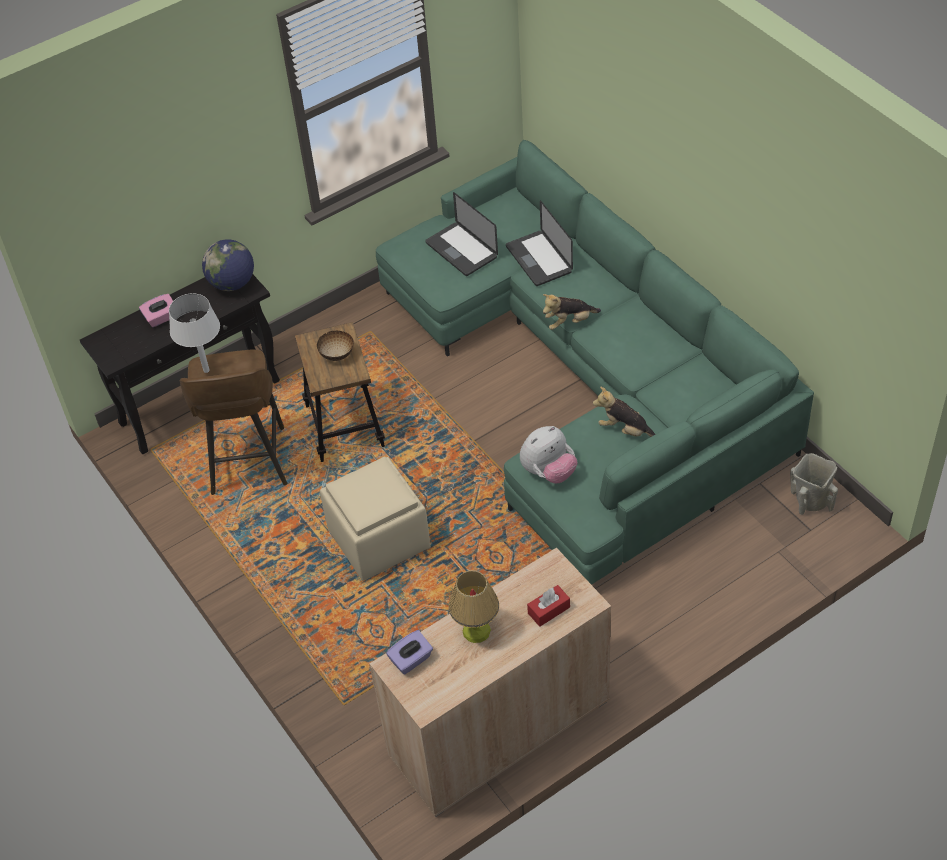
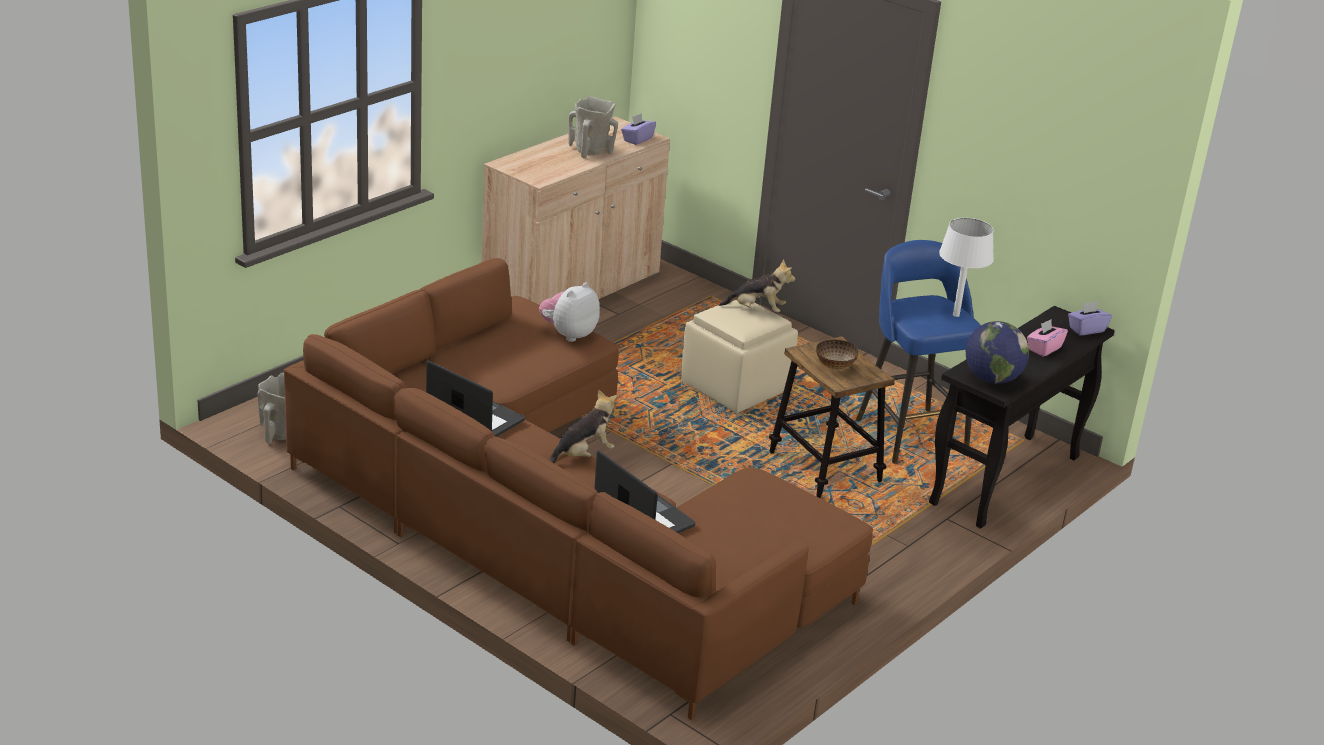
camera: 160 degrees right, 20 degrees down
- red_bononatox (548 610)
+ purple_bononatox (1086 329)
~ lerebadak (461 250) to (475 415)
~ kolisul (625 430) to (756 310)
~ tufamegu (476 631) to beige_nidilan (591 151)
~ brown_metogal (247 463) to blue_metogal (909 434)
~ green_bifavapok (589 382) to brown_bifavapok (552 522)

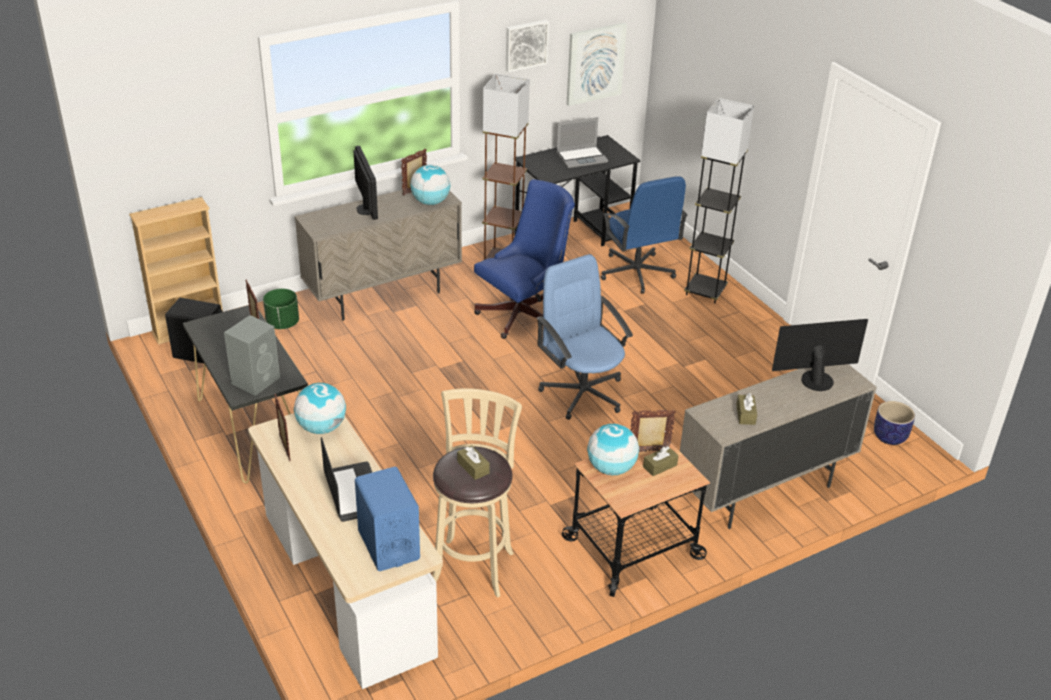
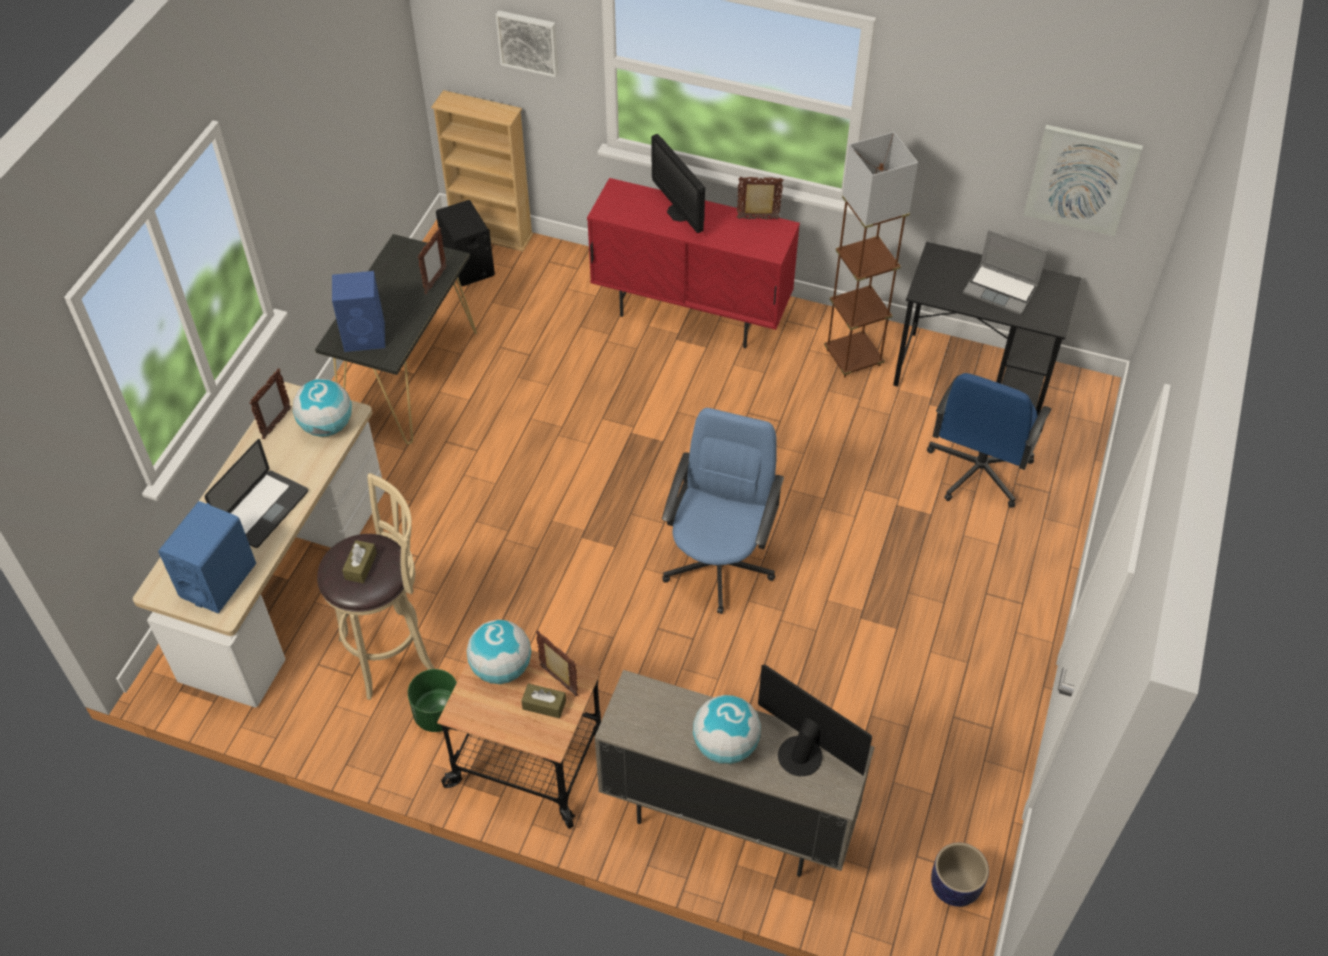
camera: 50 degrees right, 15 degrees up
- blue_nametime (523 314)
- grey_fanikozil (705 291)
- brown_bononatox (745 414)
~ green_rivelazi (282 323) to (438 714)
~ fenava (430 202) to (725 745)
~ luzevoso (525 45) to (528 42)
~ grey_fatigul (256 380) to blue_fatigul (366 336)
~ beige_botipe (383 295) to red_botipe (691 314)
~ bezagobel (365 209) = (679 212) 120 degrees clockwise

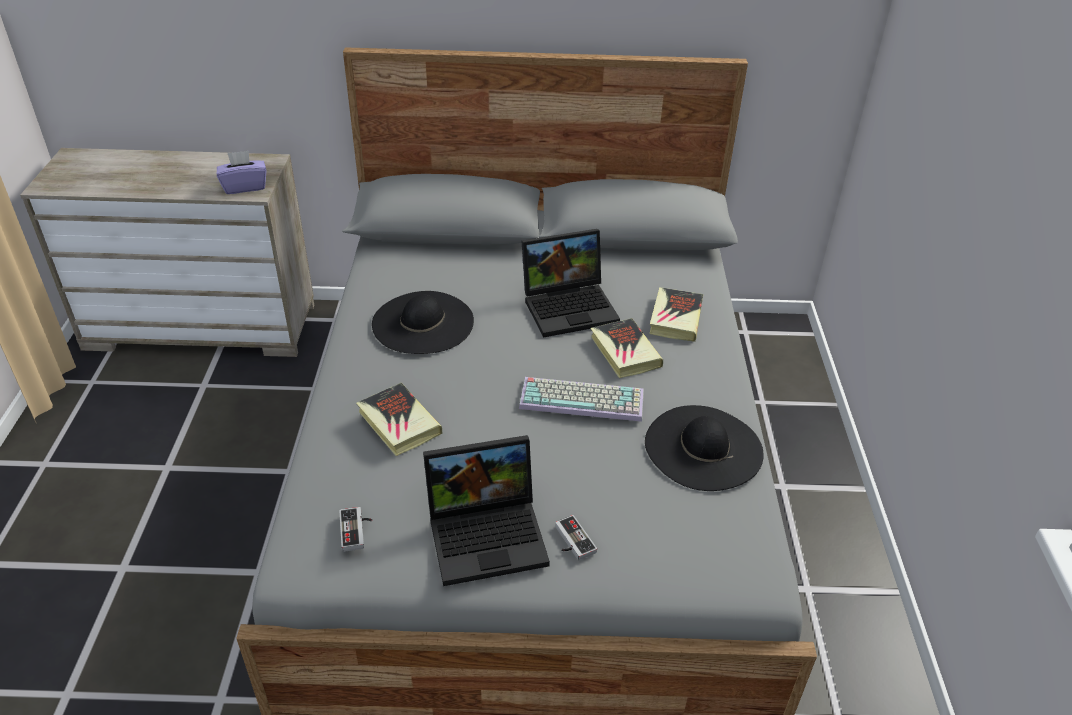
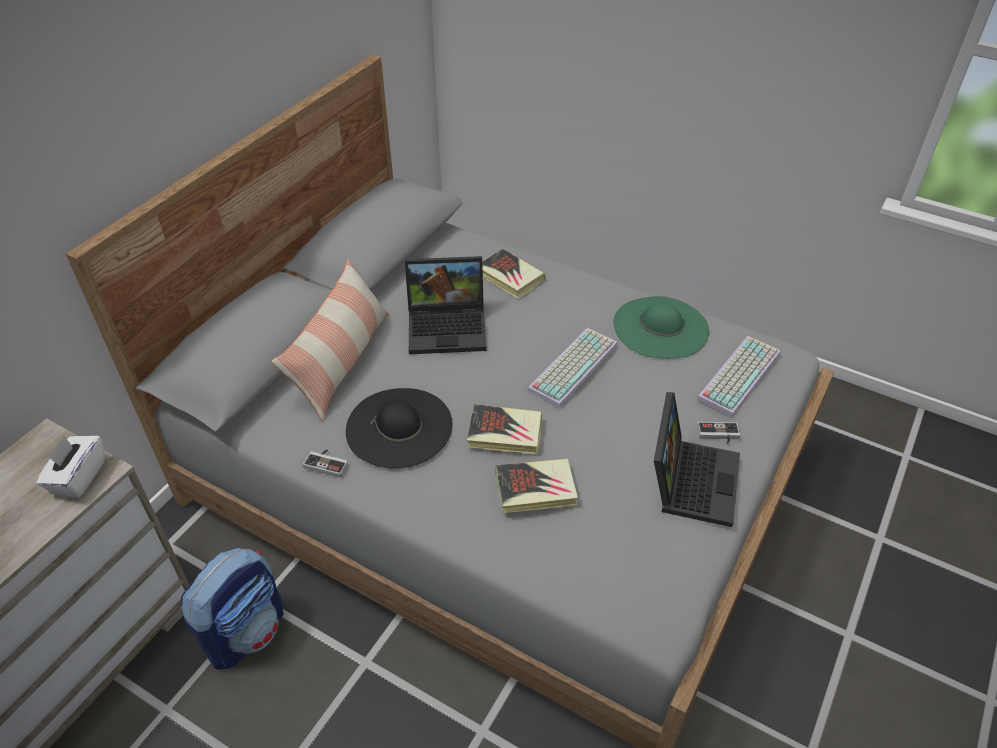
camera: 60 degrees left, 5 degrees up
+ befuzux (246 631)
+ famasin (341 361)
+ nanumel (738 374)
~ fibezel (357 530) to (328 463)
~ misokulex (625 352) to (505 433)
~ purple_bononatox (244 186) to white_bononatox (78 477)
~ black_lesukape (703 447) to green_lesukape (660 327)
~ lerebadak (570 306) = (449 326) 75 degrees clockwise

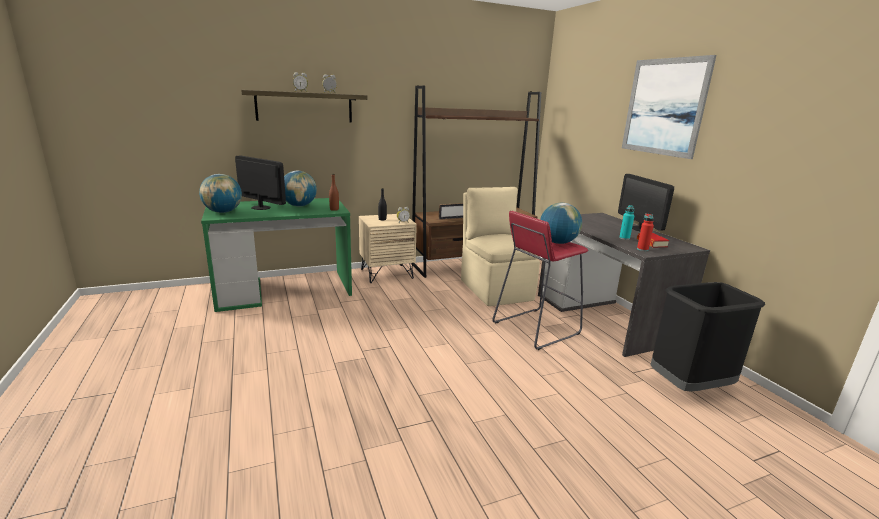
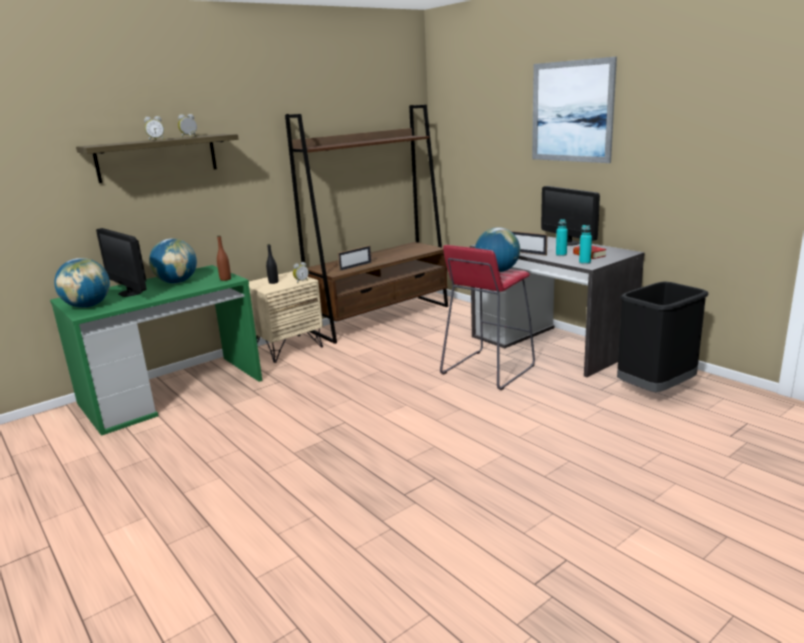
camera: 15 degrees left, 0 degrees up
- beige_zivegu (495 289)
+ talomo (526 253)
~ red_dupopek (642 249) to turquoise_dupopek (584 263)
~ bezagobel (260 207) = (130 293) 150 degrees counterclockwise

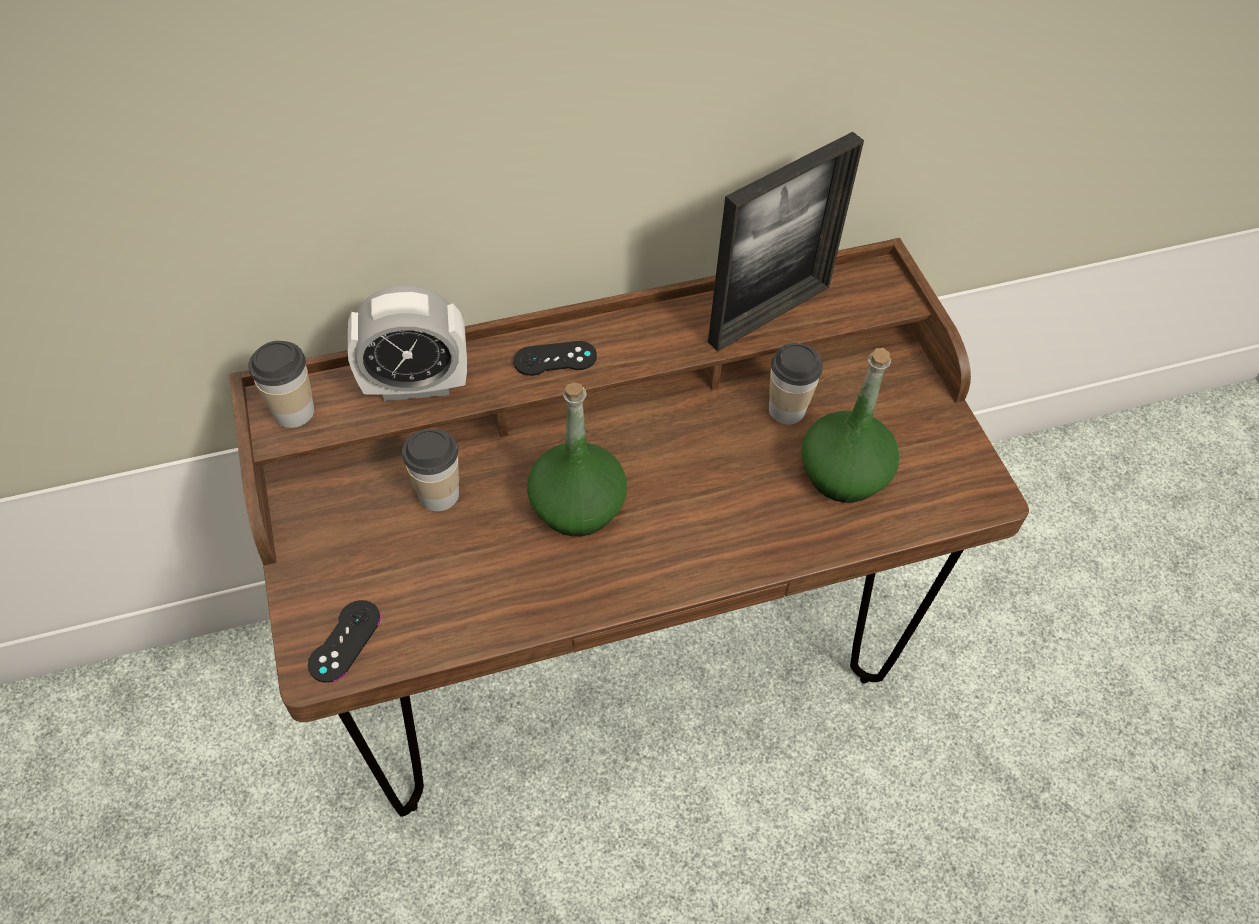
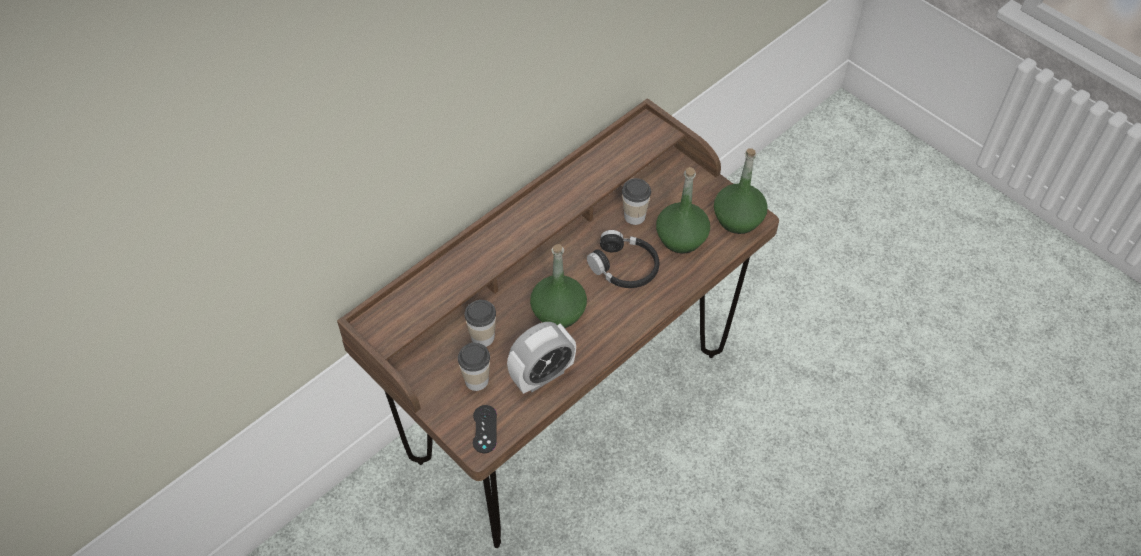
camera: 25 degrees left, 0 degrees up
- black_fibezel (555 359)
- talomo (769 314)
+ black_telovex (624 267)
+ green_dupopek (738 218)
~ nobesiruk (294 412) to (476 380)
~ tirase (416 385) to (542 375)

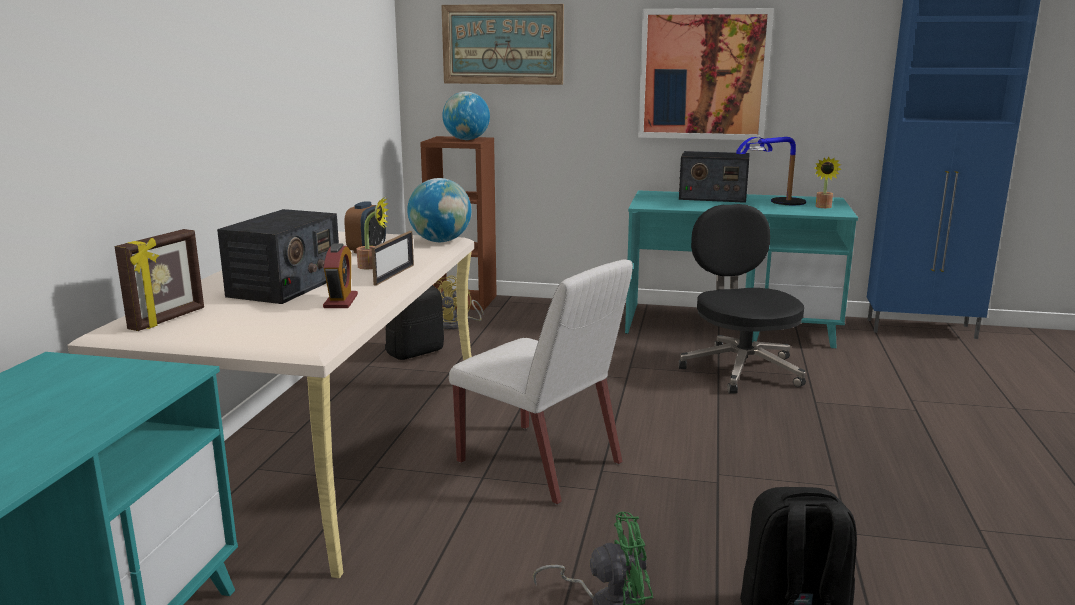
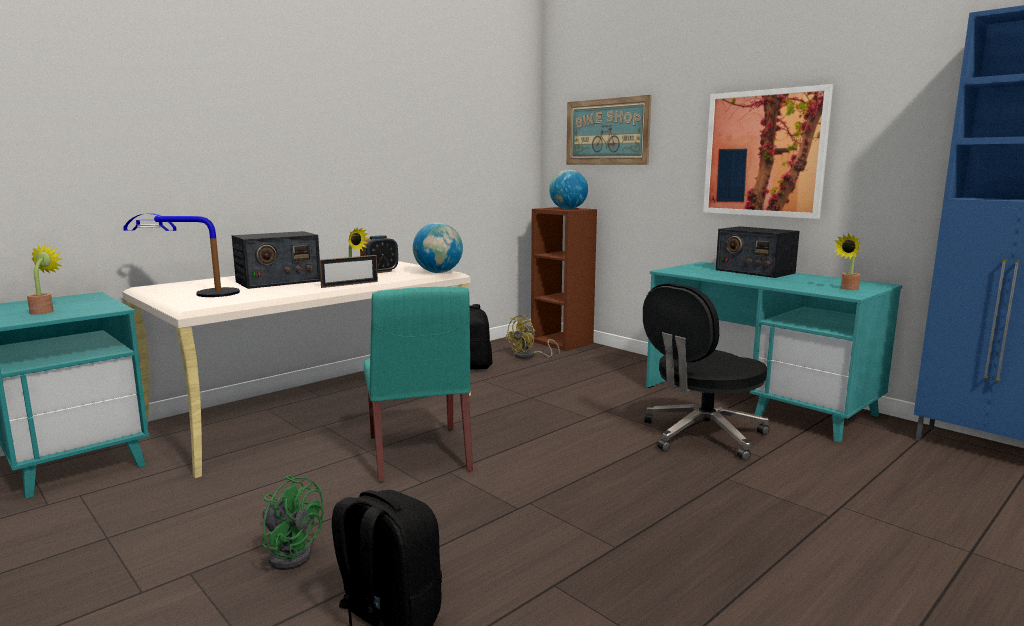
camera: 35 degrees right, 5 degrees down
- talomo (168 319)
- tirase (341 301)
+ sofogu (45 311)
~ tufamegu (774 204) to (196 293)
~ white_zivegu (541 463) to turquoise_zivegu (419 454)
~ black_nametime (740 369) = (702 435) 150 degrees counterclockwise

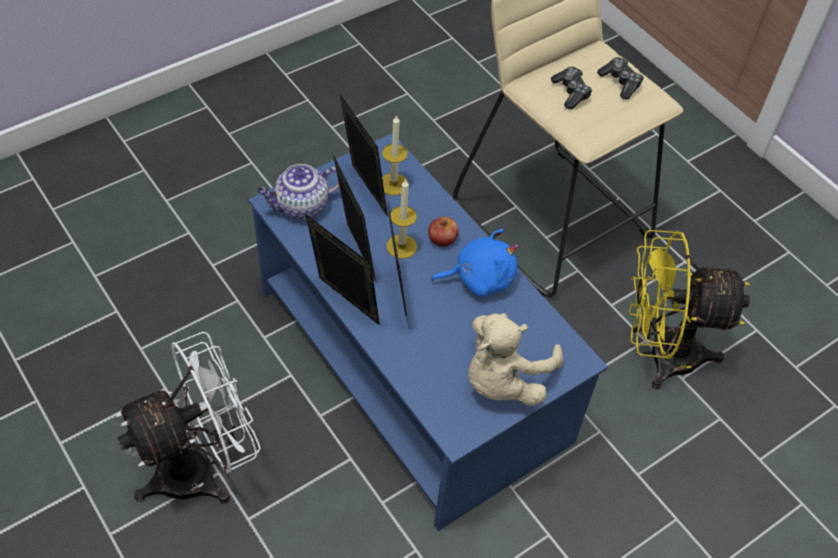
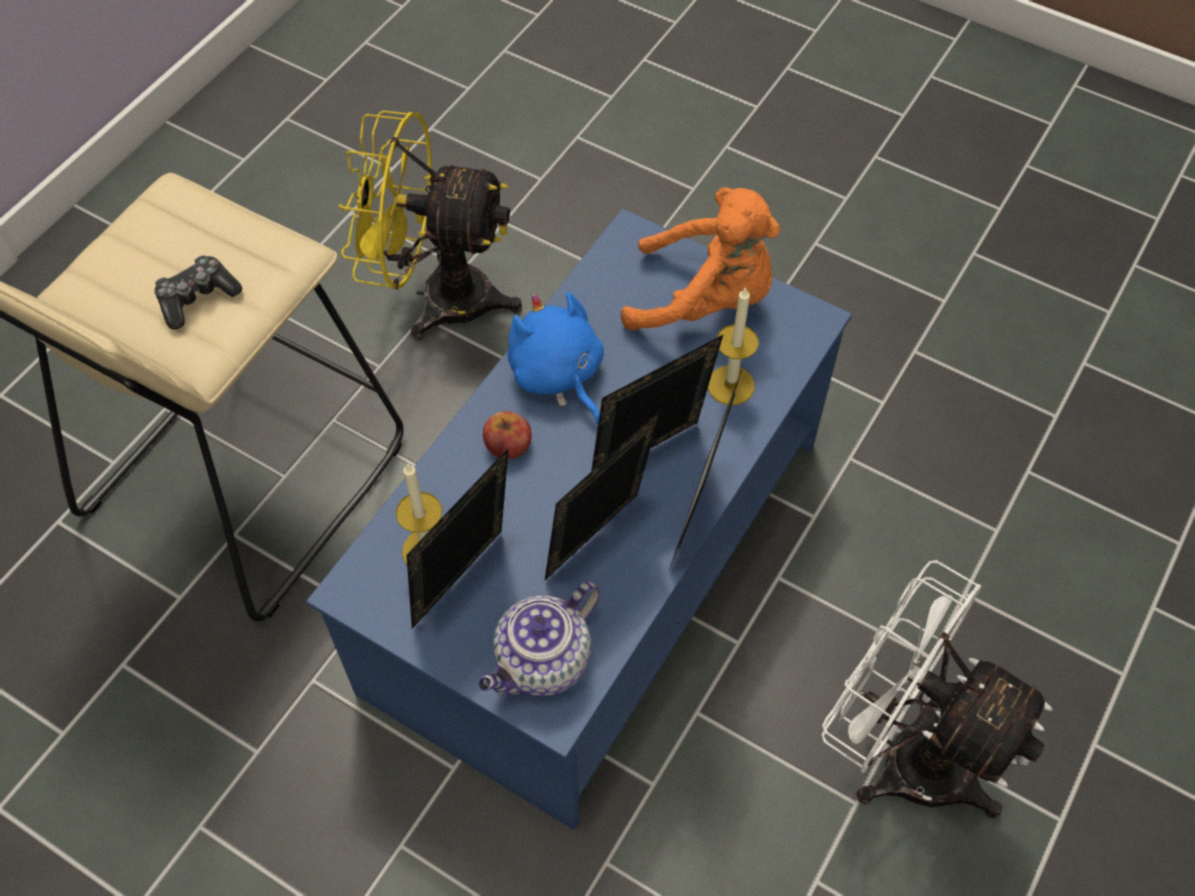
camera: 110 degrees left, 5 degrees up
- fibezel (620 83)
~ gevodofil (401 246) to (730 385)
~ beige_kolisul (503 379) to orange_kolisul (705 300)
~ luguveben (301 207) = (542 663) 90 degrees clockwise
~ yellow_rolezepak (659 354) = (438 297) 120 degrees clockwise

